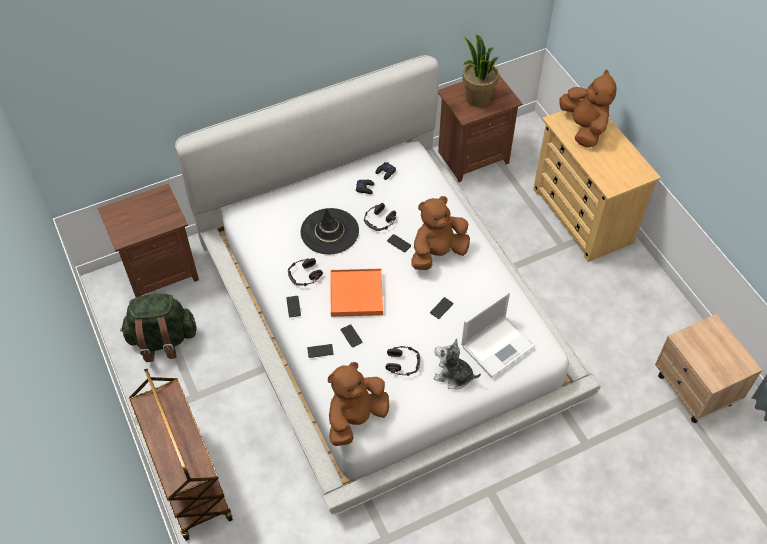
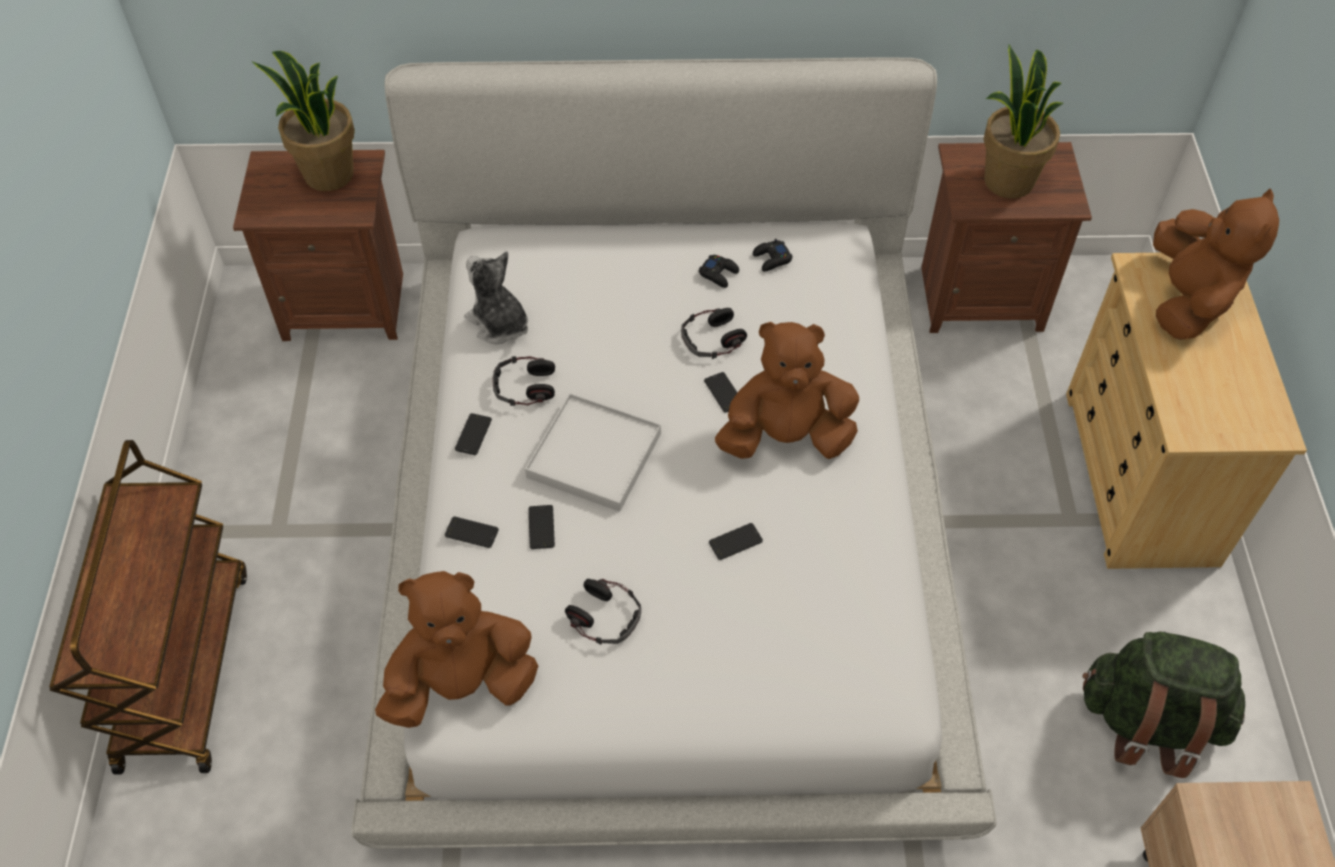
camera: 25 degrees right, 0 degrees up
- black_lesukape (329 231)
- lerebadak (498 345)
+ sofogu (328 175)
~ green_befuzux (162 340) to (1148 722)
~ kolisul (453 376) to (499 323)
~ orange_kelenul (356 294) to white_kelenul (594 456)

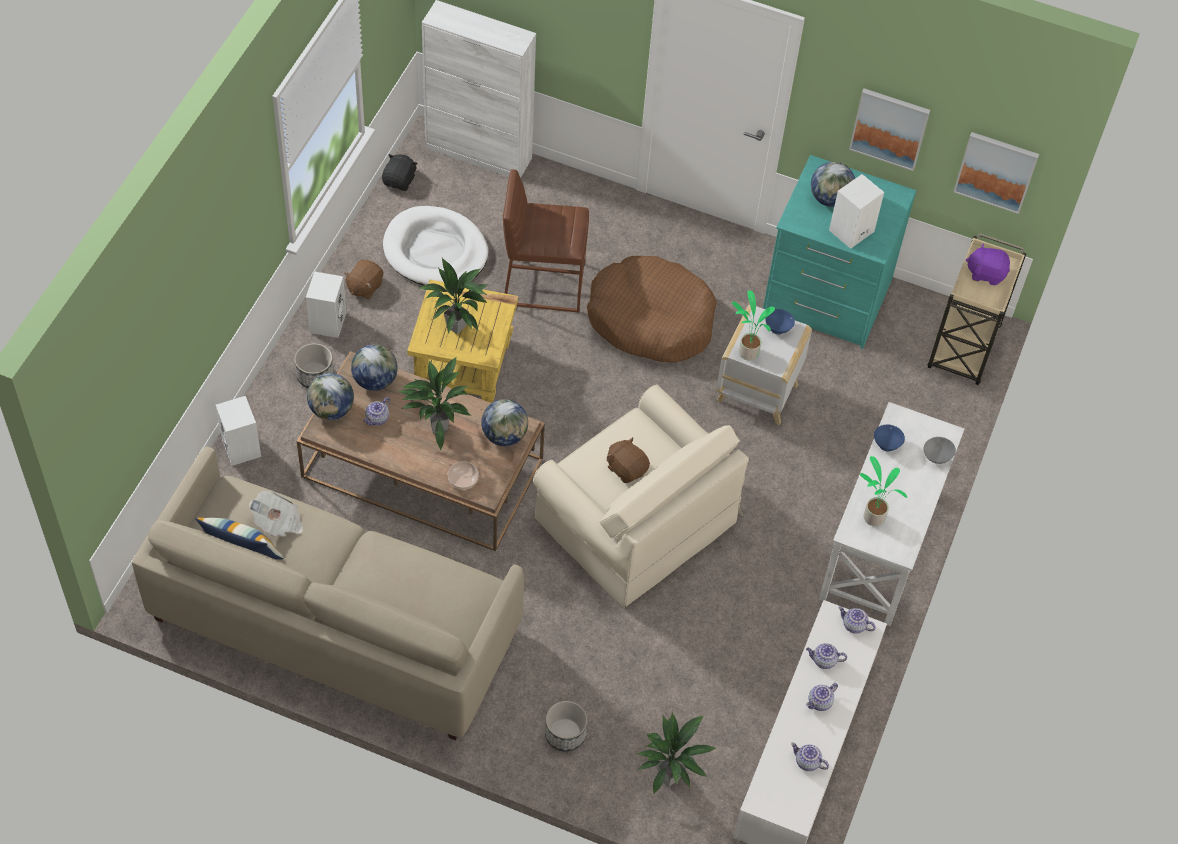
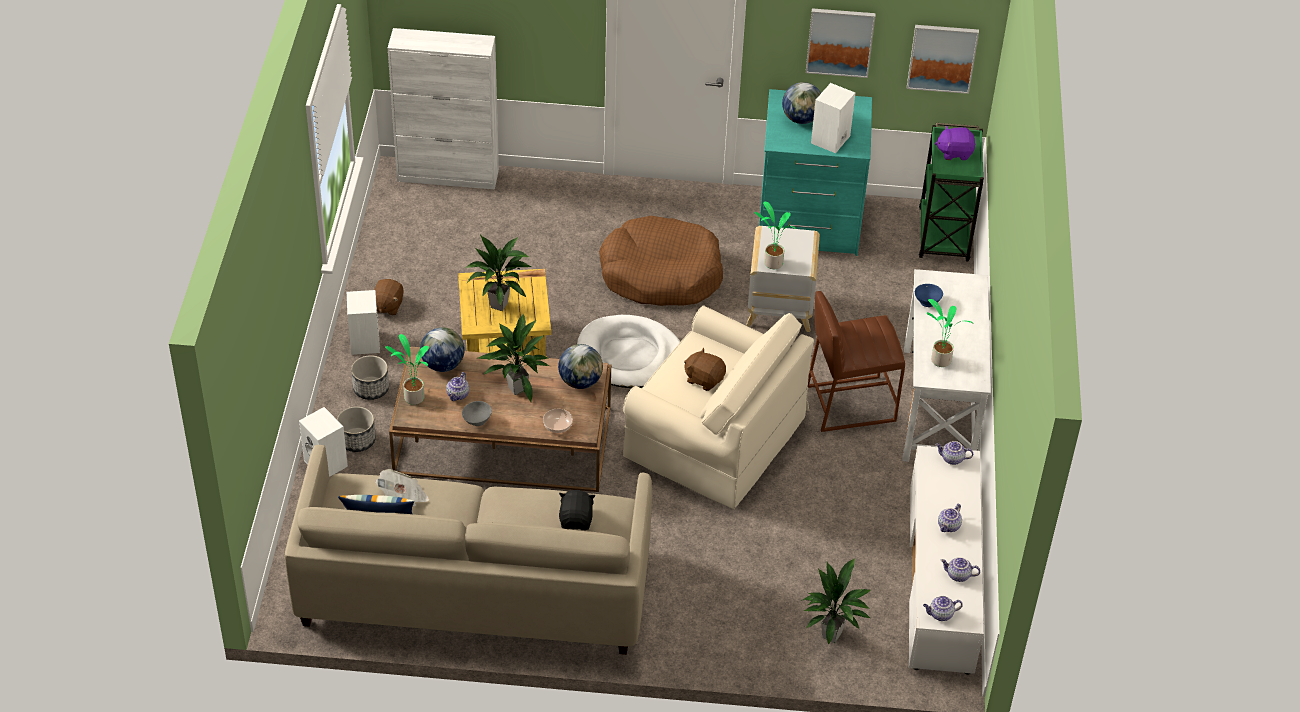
camera: 15 degrees left, 10 degrees down
- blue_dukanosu (778 328)
~ black_kolisul (399 181) to (576 520)
~ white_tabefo (435 251) to (629 356)
~ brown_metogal (543 283) to (849 403)
~ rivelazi (565 734) to (357 440)
~ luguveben (823 661) to (940 614)
~ grey_dukanosu (936 457) to (476 421)
~ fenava (332 410) to sofogu (412 397)
~ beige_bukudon (963 349) to green_bukudon (943 236)

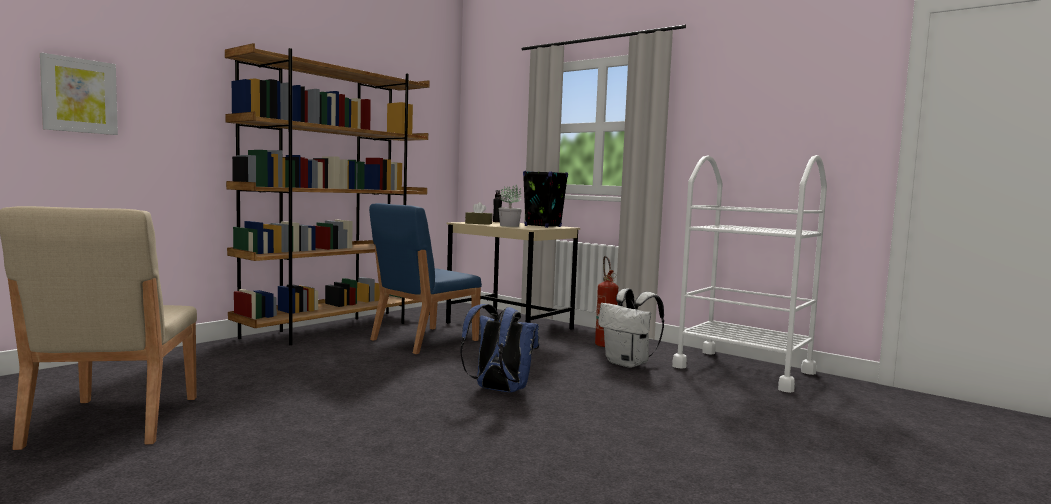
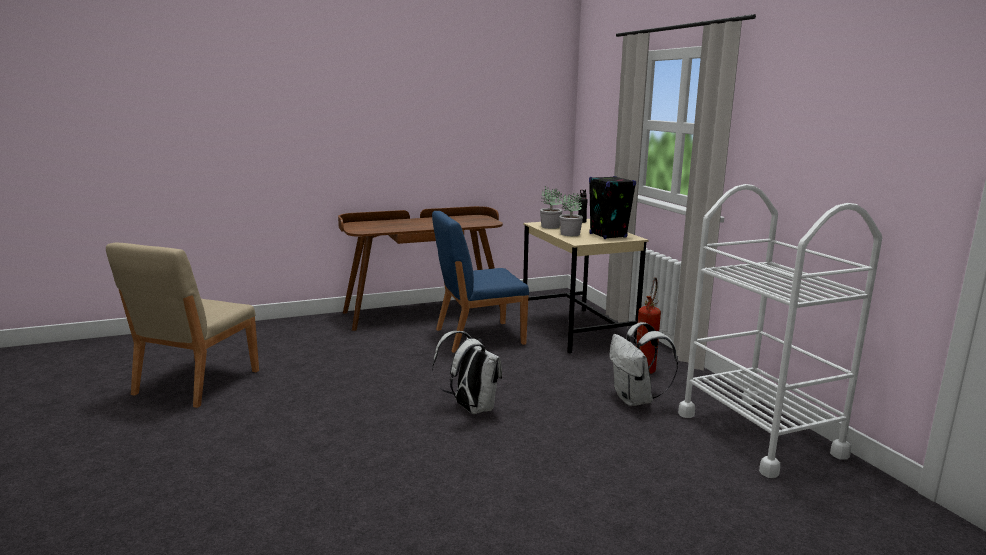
camera: 30 degrees right, 10 degrees up
- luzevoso (79 95)
~ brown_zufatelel (336 328) to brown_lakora (424 312)
~ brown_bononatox (478 223) to sofogu (550 227)
~ blue_befuzux (498 390) to white_befuzux (470 408)

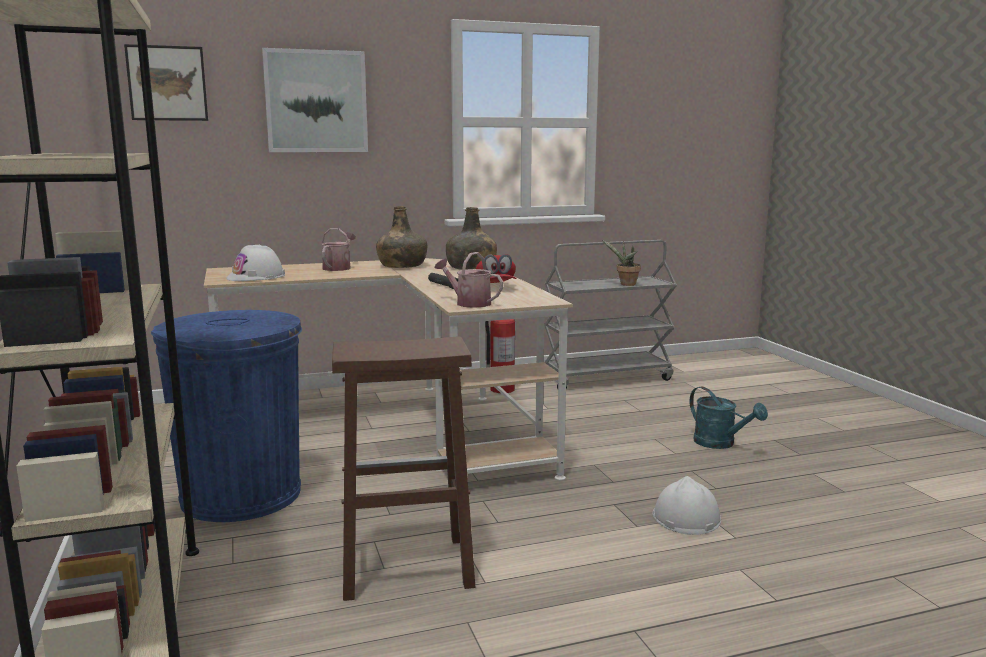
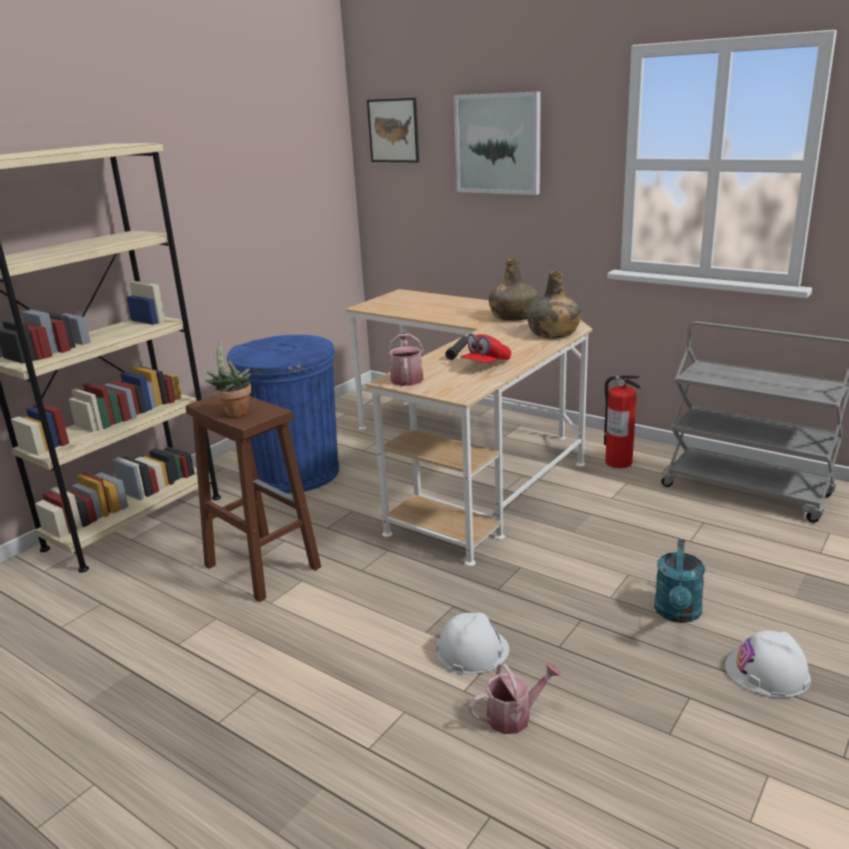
camera: 55 degrees right, 10 degrees up
~ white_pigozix (256 276) to (767 672)
~ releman (338 268) to (514 716)
~ sofogu (625 284) to (234 412)

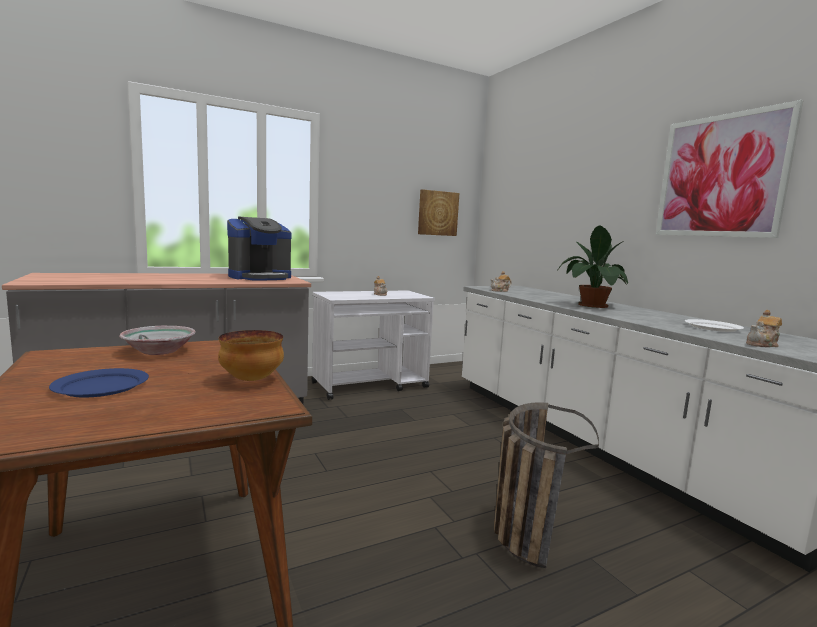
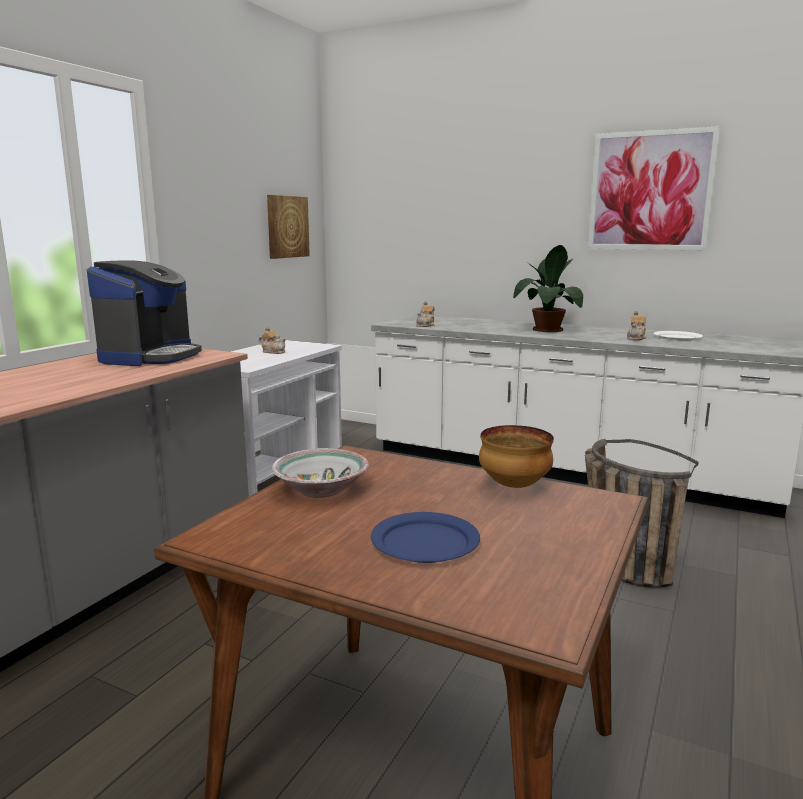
camera: 35 degrees left, 5 degrees up
~ luguveben (762 344) to (636 338)

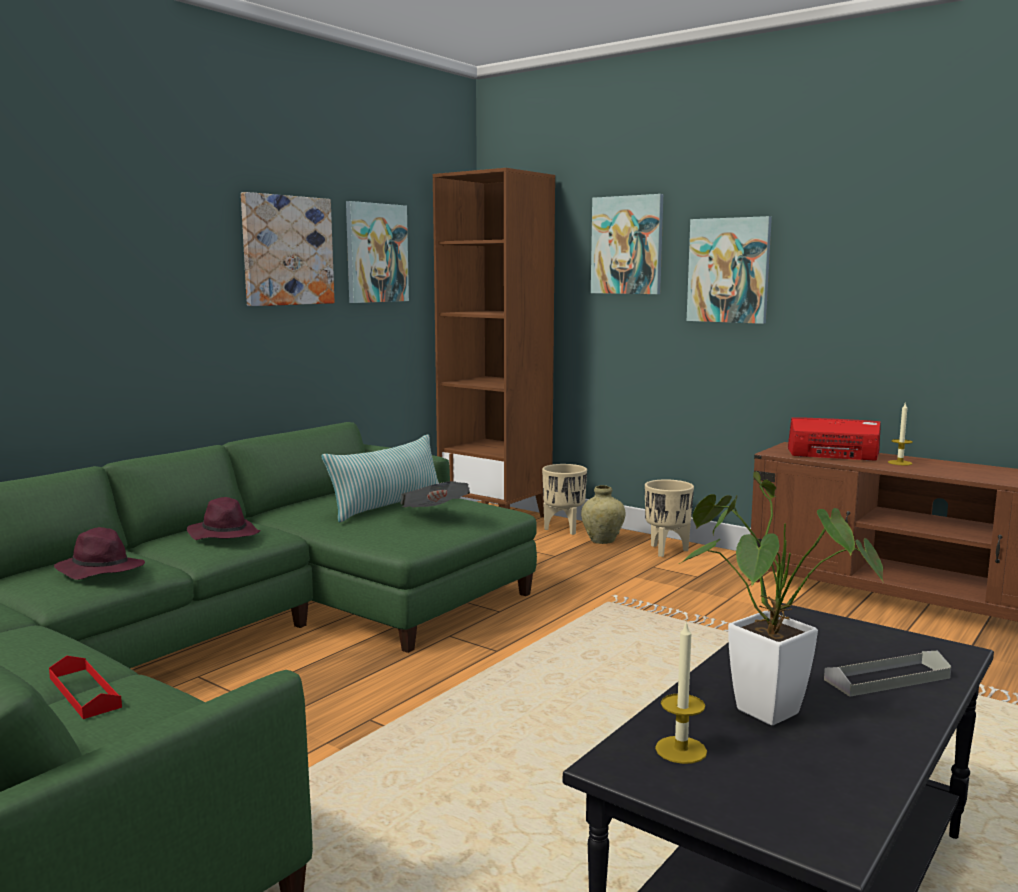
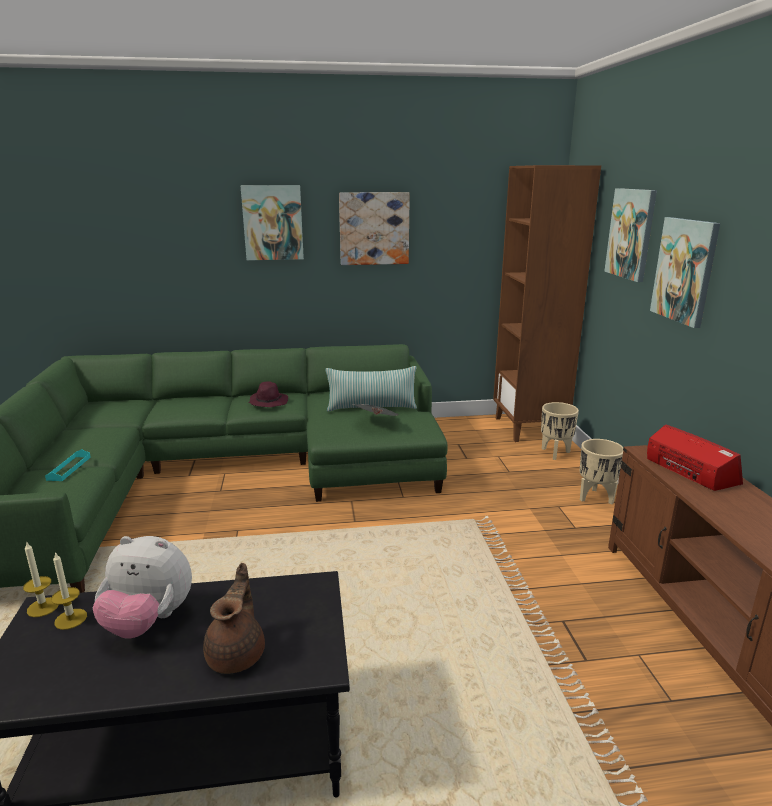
camera: 45 degrees right, 10 degrees up
- purple_lesukape (99 570)
- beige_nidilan (602 540)
~ luzevoso (376 253) to (273 223)
~ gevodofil (900 463) to (43 607)
~ sofogu (756 706) to kolisul (148 621)
~ grey_kelenul (887 679) to brown_luguveben (237 653)
~ red_kelenul (84 692) to turquoise_kelenul (69 468)

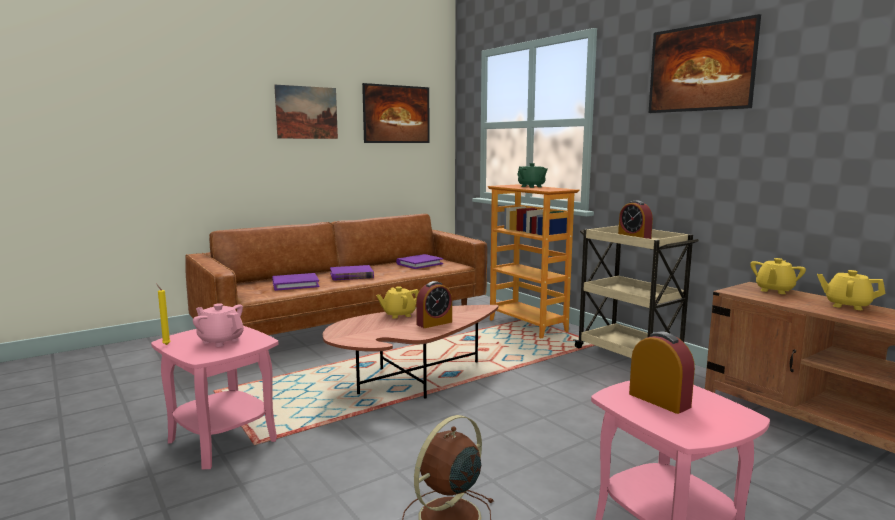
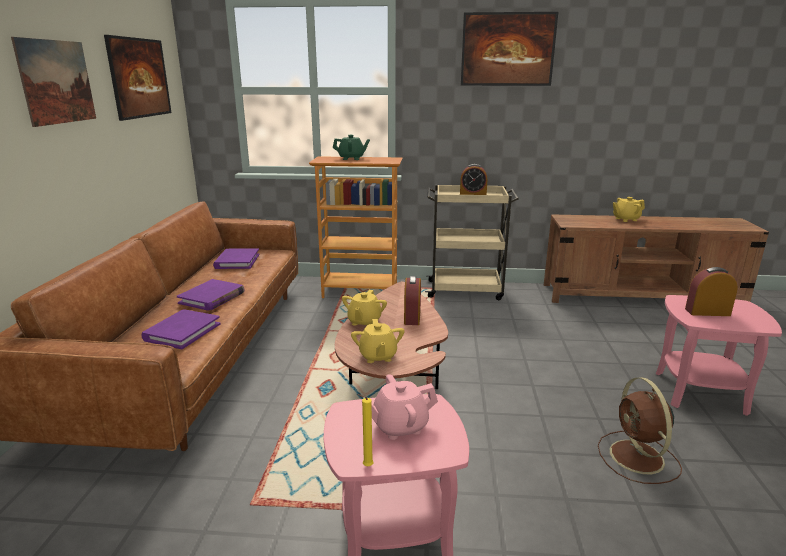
camera: 50 degrees left, 10 degrees up
~ yellow_luguveben (774 290) to (378 356)

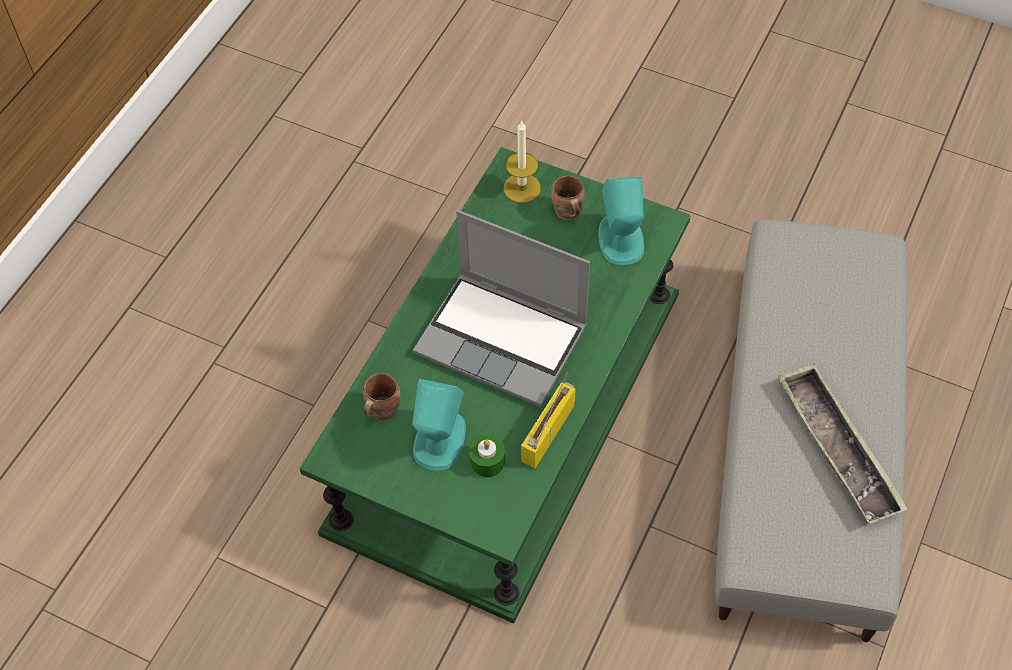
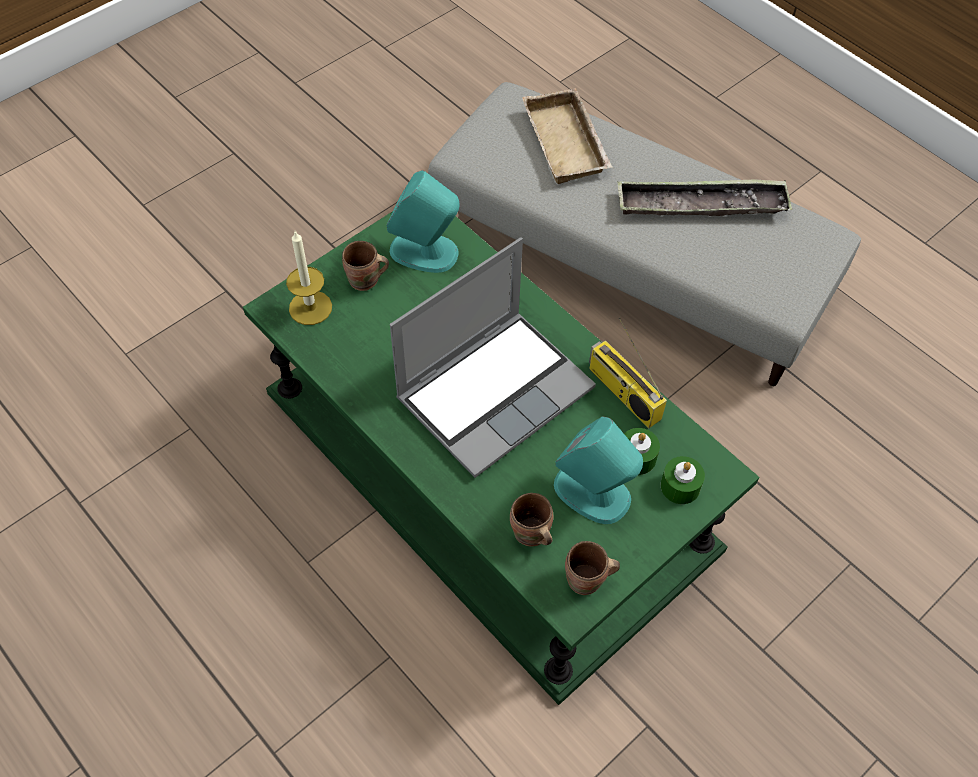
camera: 70 degrees left, 0 degrees up
+ beige_kelenul (568 143)
+ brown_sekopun (587 582)
+ green_gevodofil (680 486)

